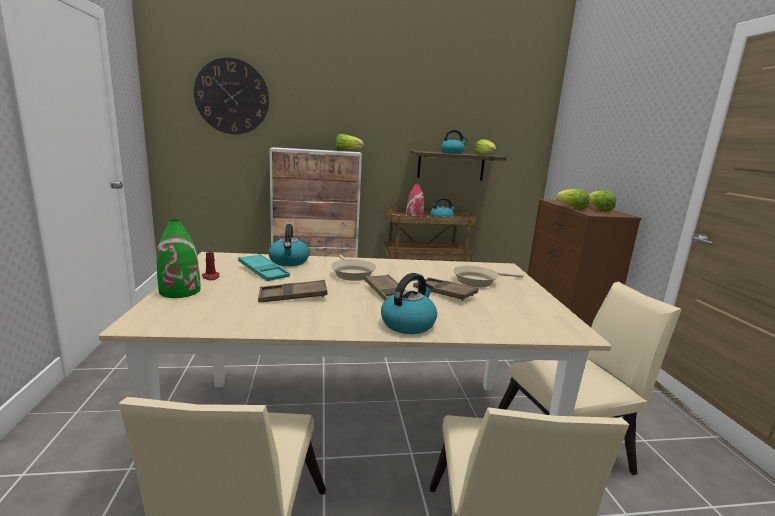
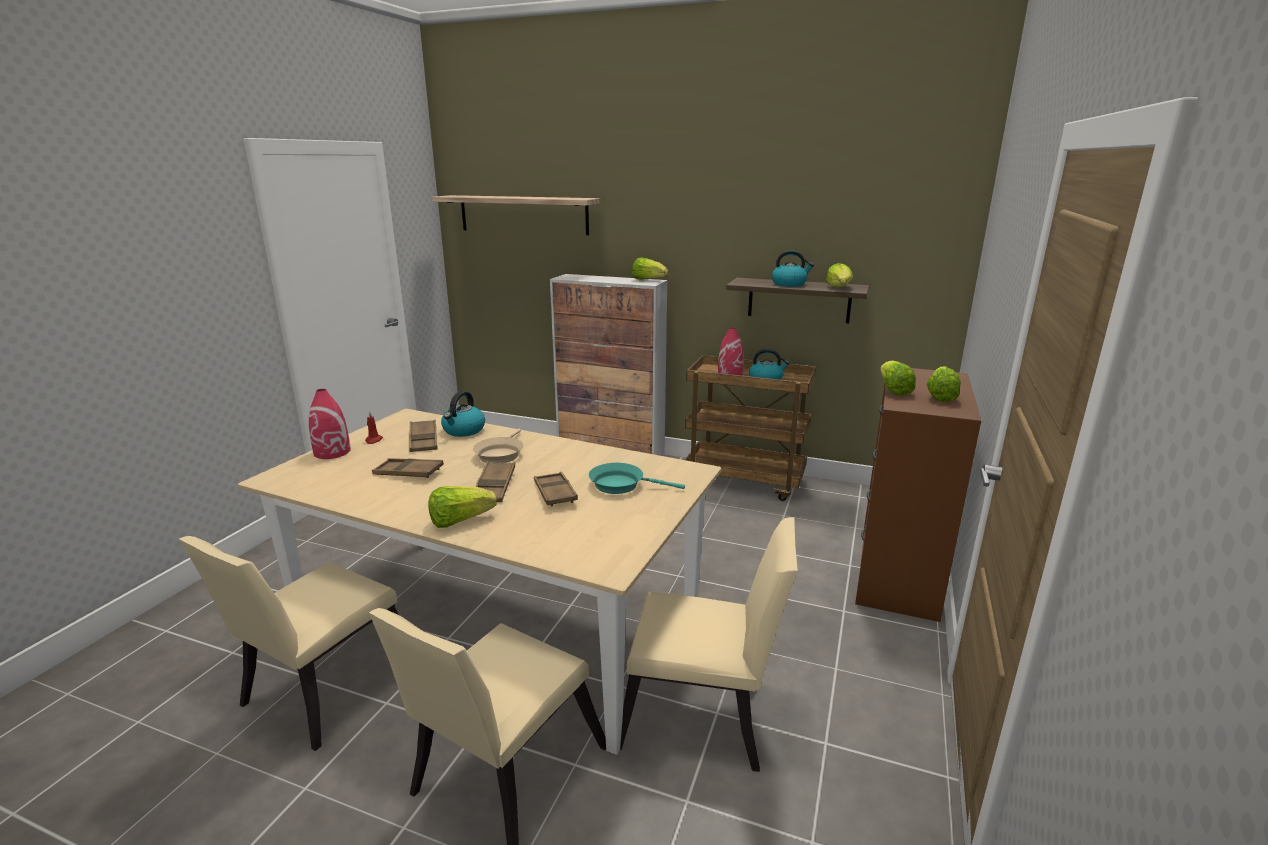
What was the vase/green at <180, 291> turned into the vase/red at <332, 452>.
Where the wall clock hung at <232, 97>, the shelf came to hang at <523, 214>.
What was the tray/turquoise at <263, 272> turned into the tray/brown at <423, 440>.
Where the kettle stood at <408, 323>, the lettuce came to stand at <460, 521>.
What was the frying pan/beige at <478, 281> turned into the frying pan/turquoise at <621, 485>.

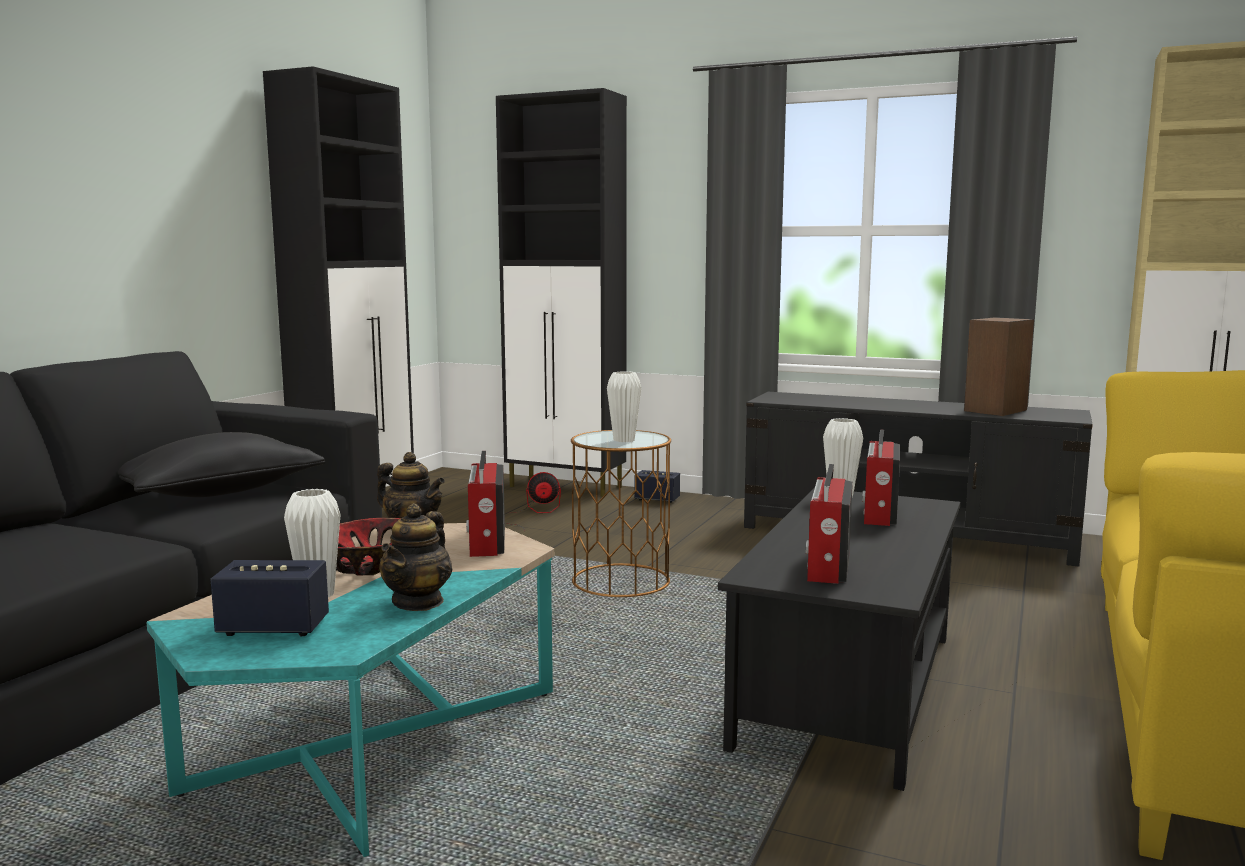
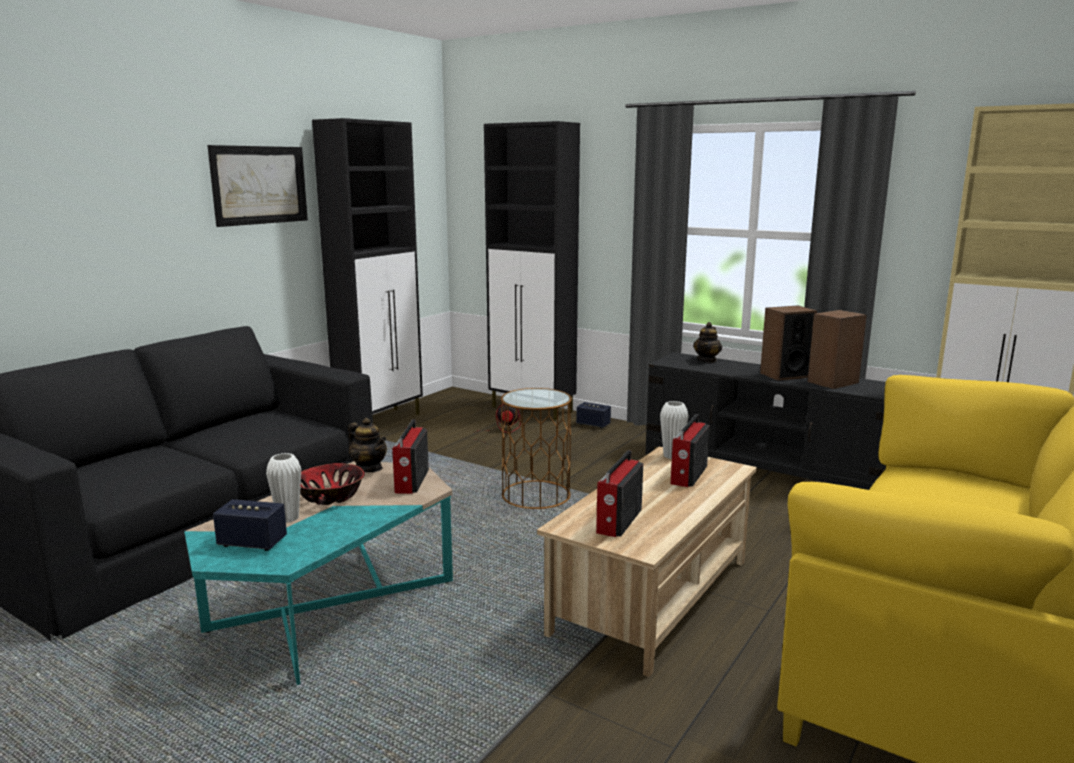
The second view lost the pillow/black at <220, 492>.
The teapot ended up elsewhere, having gone from <418, 602> to <707, 360>.
The second view lost the vase/white at <624, 440>.
What was the coffee table/black at <849, 689> turned into the coffee table/beige at <653, 596>.
The second view gained the picture at <259, 185>.
The second view gained the speaker at <784, 375>.

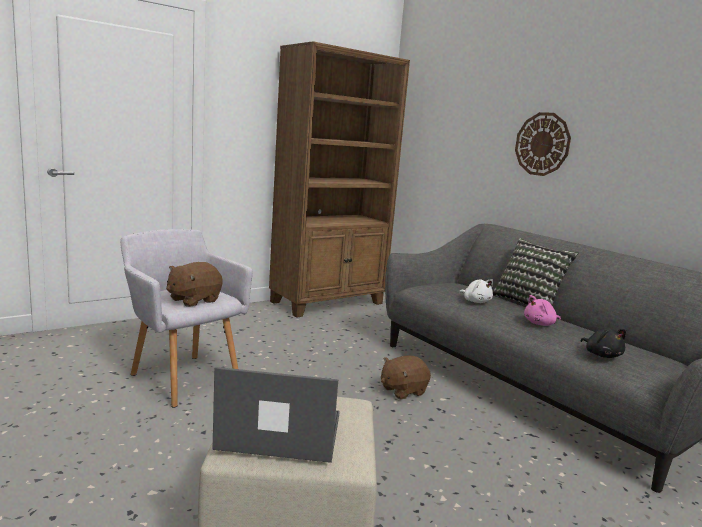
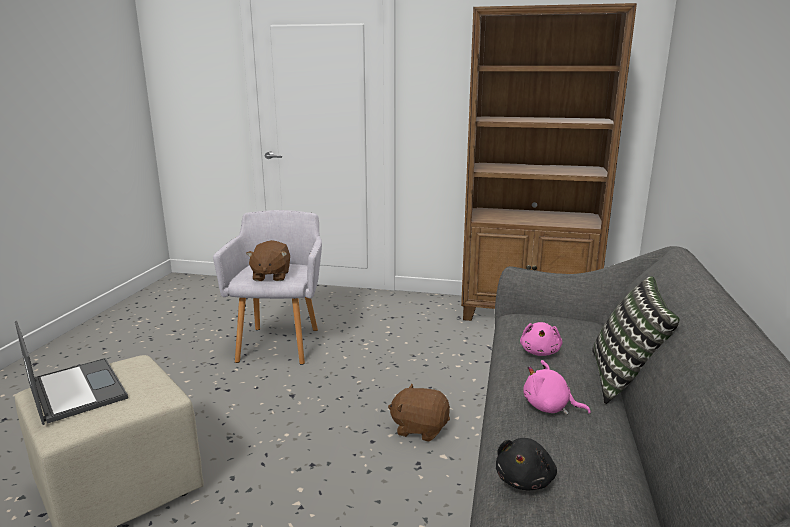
The plush toy/brown at <193, 300> ended up facing another way, 90 degrees counterclockwise from before.
What was the plush toy/white at <476, 301> turned into the plush toy/pink at <540, 352>.
The second view lost the wall clock at <542, 144>.

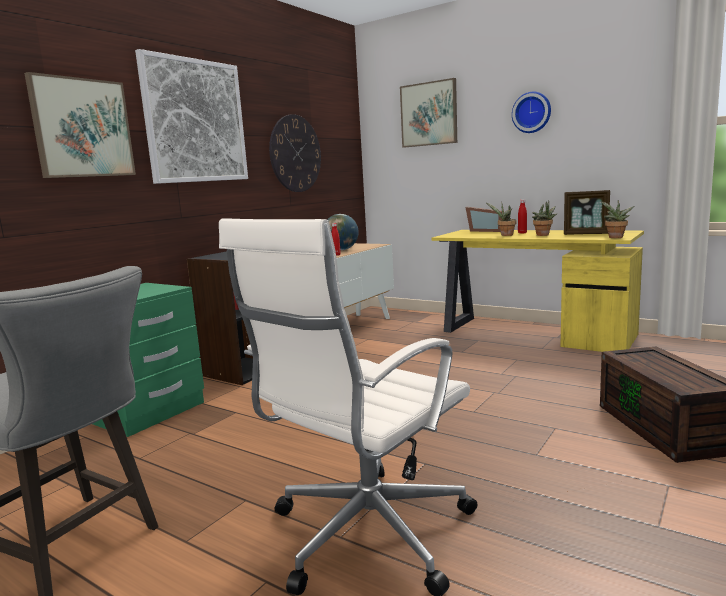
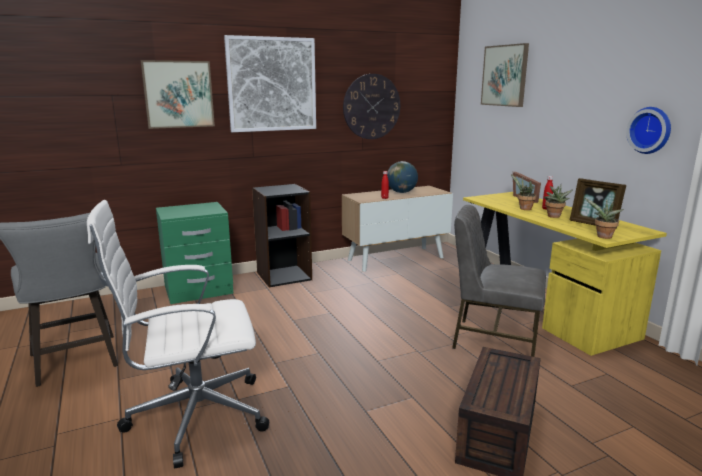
The wall clock ended up elsewhere, having gone from <532, 112> to <651, 130>.
The second view gained the chair/grey at <493, 339>.

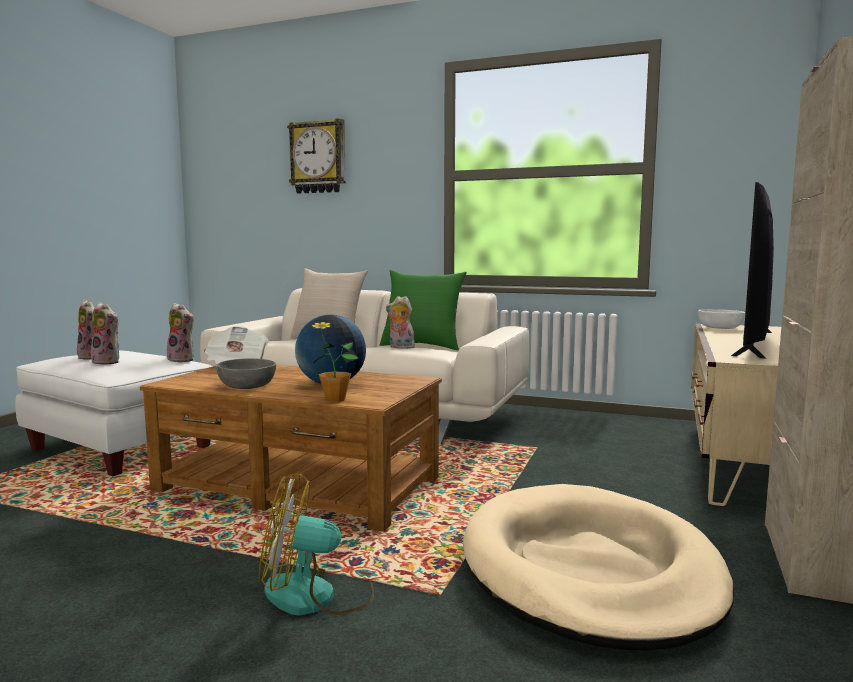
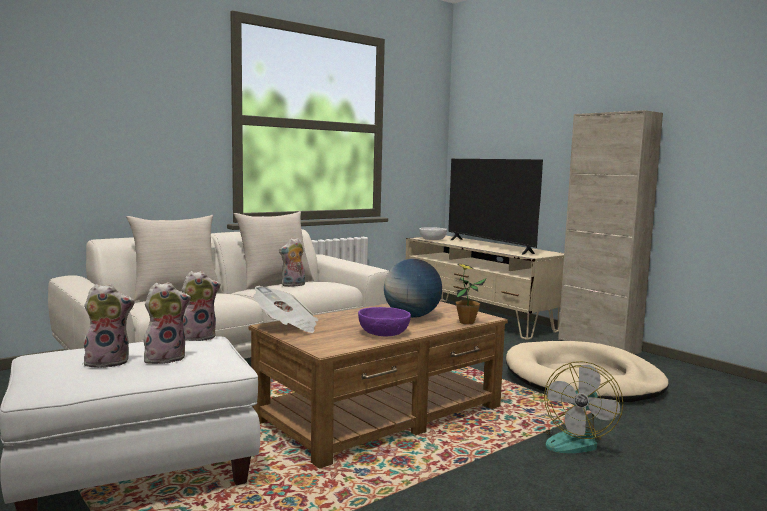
What was the bowl/grey at <247, 386> turned into the bowl/purple at <383, 333>.
The second view lost the wall clock at <318, 157>.
What was the pillow/green at <422, 346> turned into the pillow/beige at <275, 282>.

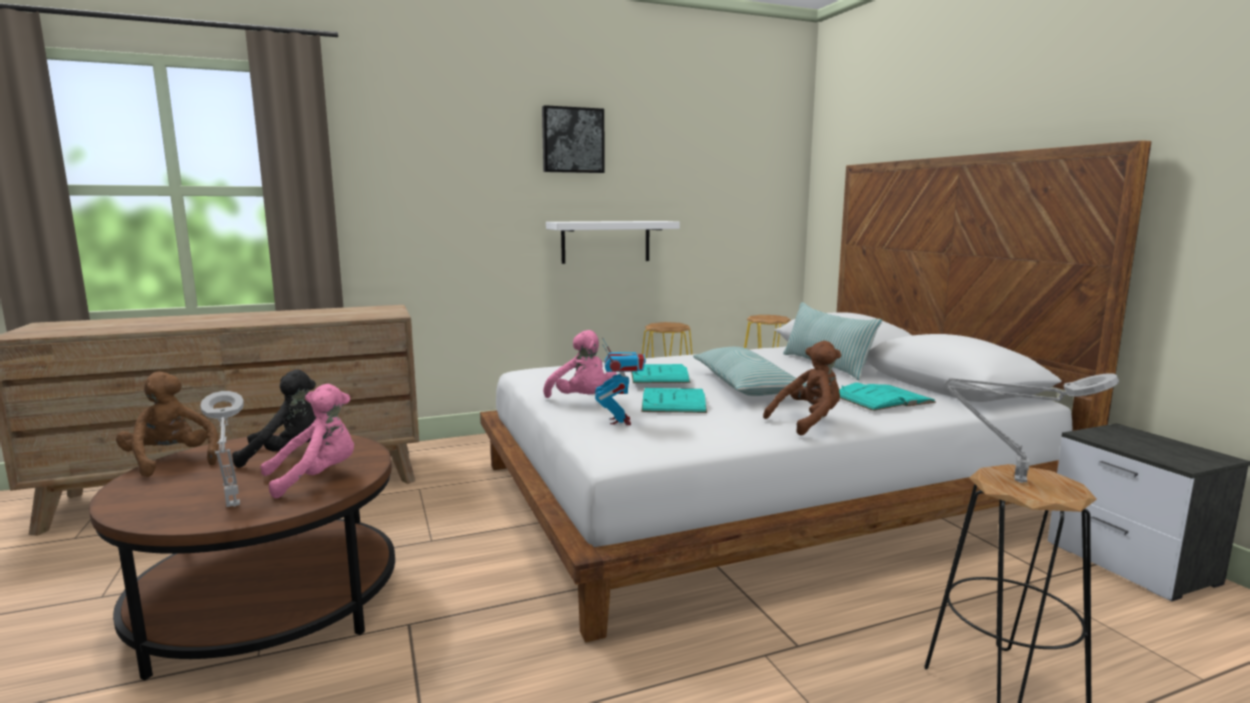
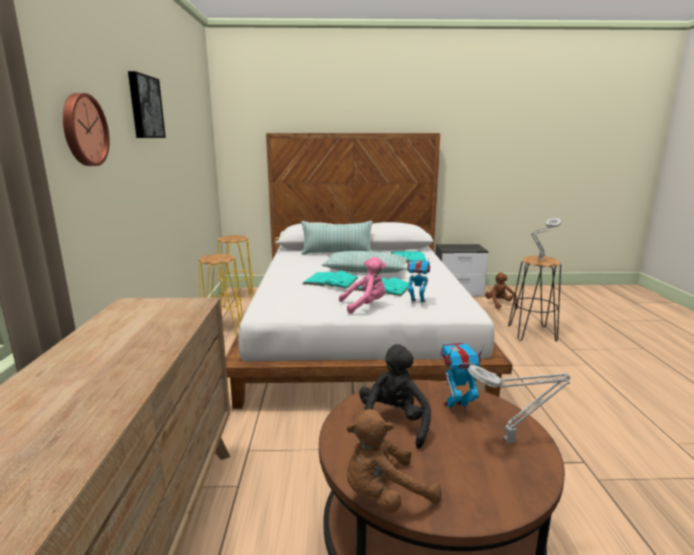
Where the plush toy/pink stood at <316, 478>, the toy robot came to stand at <456, 407>.
The second view lost the shelf/white at <606, 241>.
The plush toy/brown ended up elsewhere, having gone from <808, 422> to <499, 304>.
The second view gained the wall clock at <83, 130>.

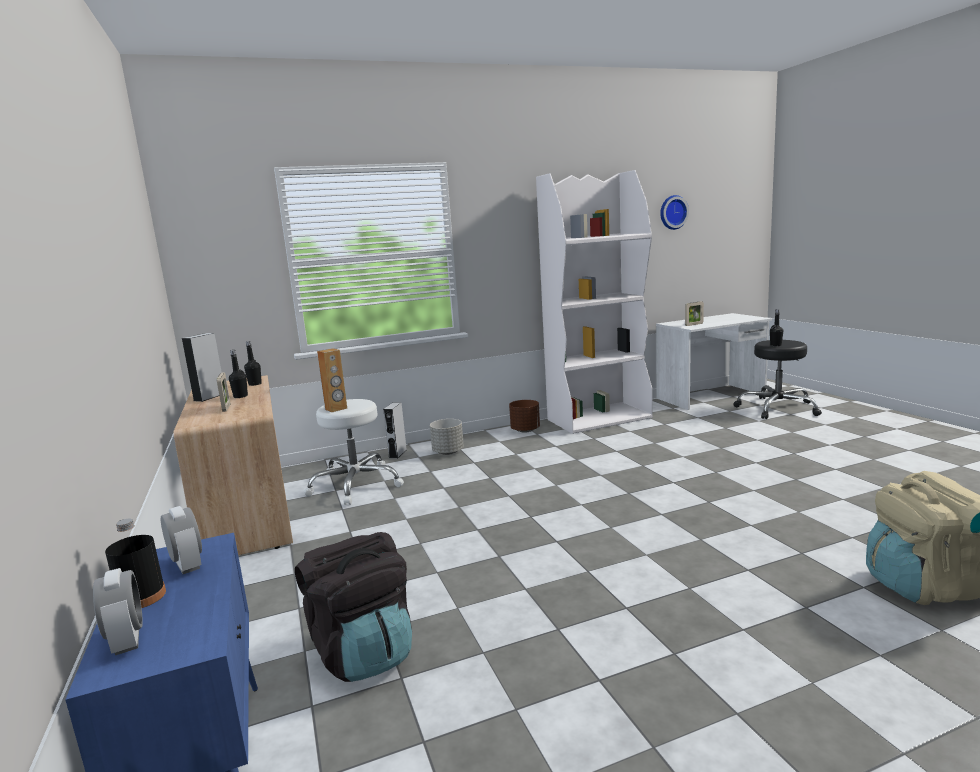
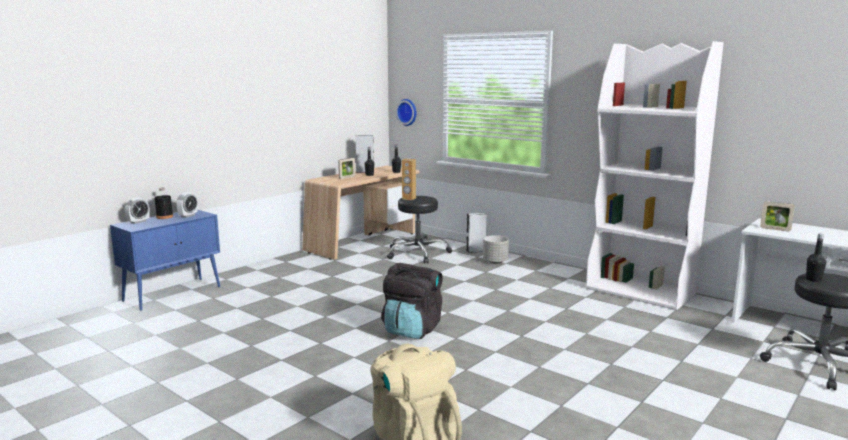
The backpack/black ended up elsewhere, having gone from <363, 652> to <412, 330>.
What was the stool/white at <355, 484> turned into the stool/black at <417, 253>.
The second view lost the planter/brown at <525, 430>.
The wall clock ended up elsewhere, having gone from <672, 212> to <408, 112>.

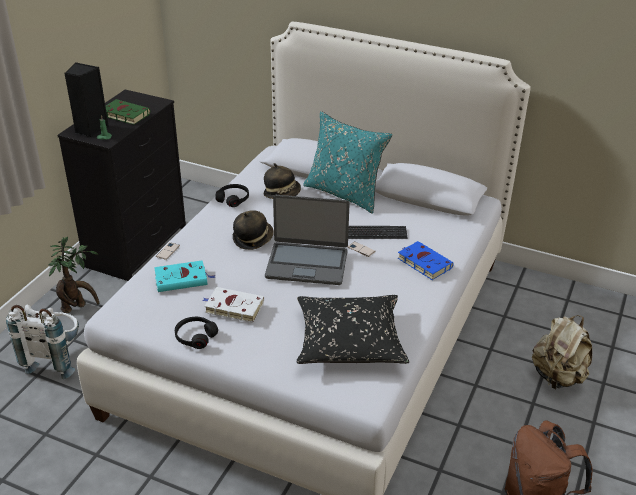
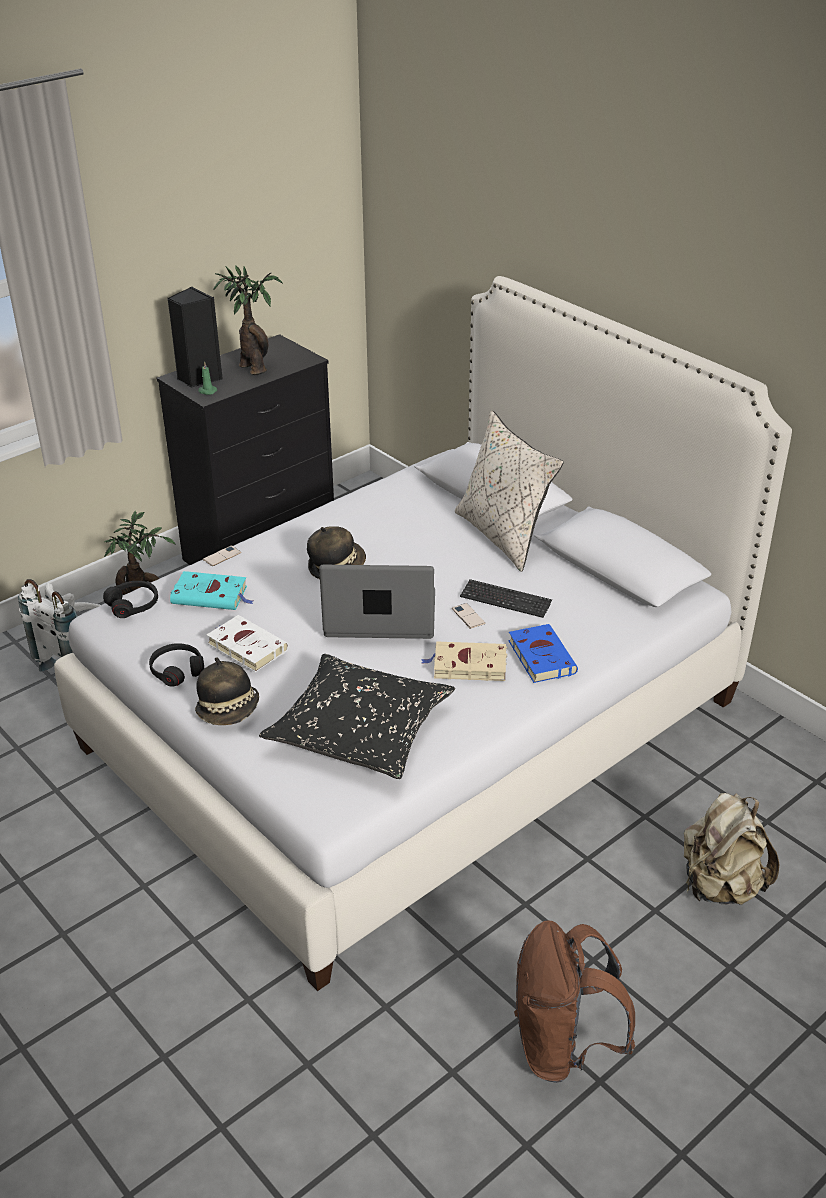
Where the book/green stood at <124, 114>, the potted plant came to stand at <252, 367>.
The headphones/black ended up elsewhere, having gone from <233, 199> to <133, 605>.
The hat ended up elsewhere, having gone from <282, 194> to <229, 710>.
The laptop at <307, 264> ended up facing another way, 150 degrees clockwise from before.
What was the pillow/turquoise at <345, 193> turned into the pillow/beige at <504, 536>.
The second view gained the book/beige at <467, 665>.

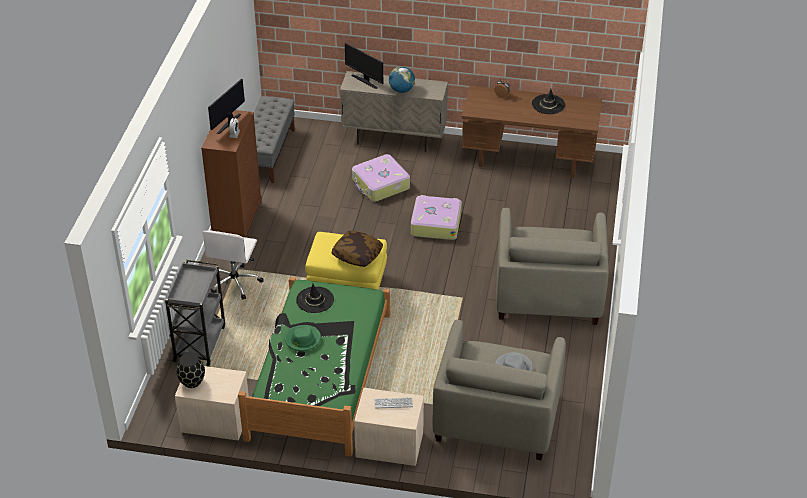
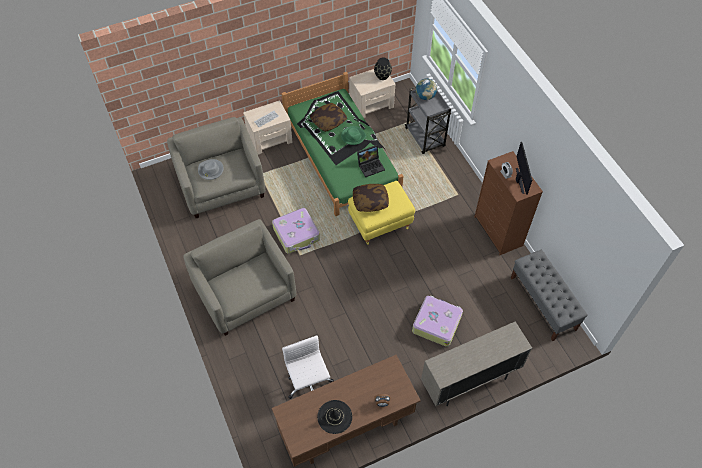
The office chair/white ended up elsewhere, having gone from <235, 282> to <309, 384>.
Where the hat/black stood at <315, 300>, the laptop came to stand at <371, 165>.
The second view lost the monitor at <365, 81>.
The globe ended up elsewhere, having gone from <401, 90> to <425, 96>.
The suitcase ended up elsewhere, having gone from <435, 223> to <297, 234>.
The second view gained the pillow at <328, 121>.

